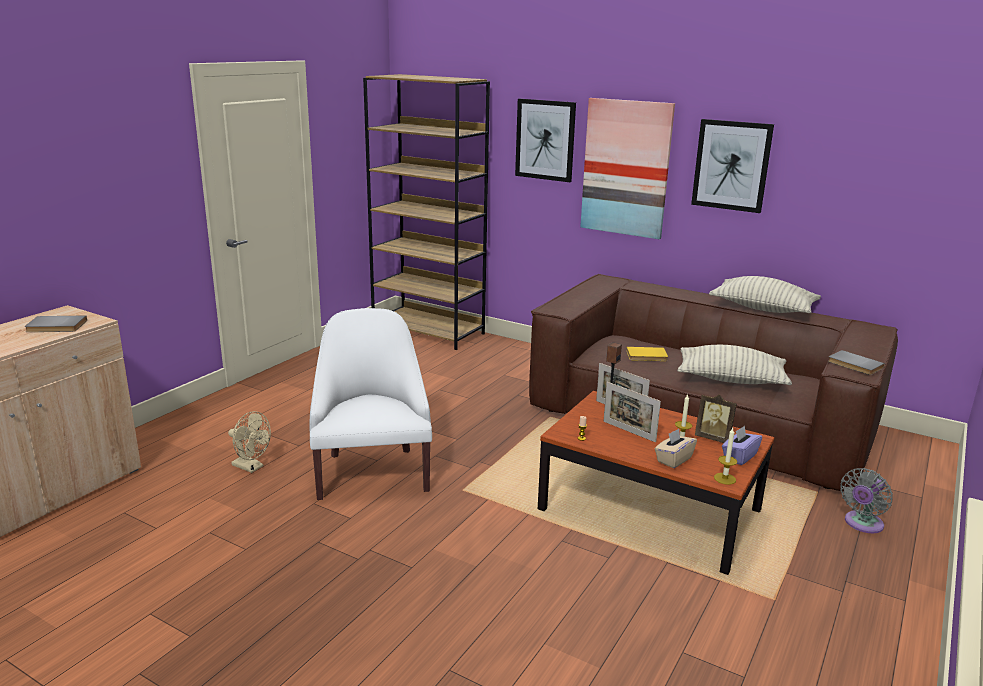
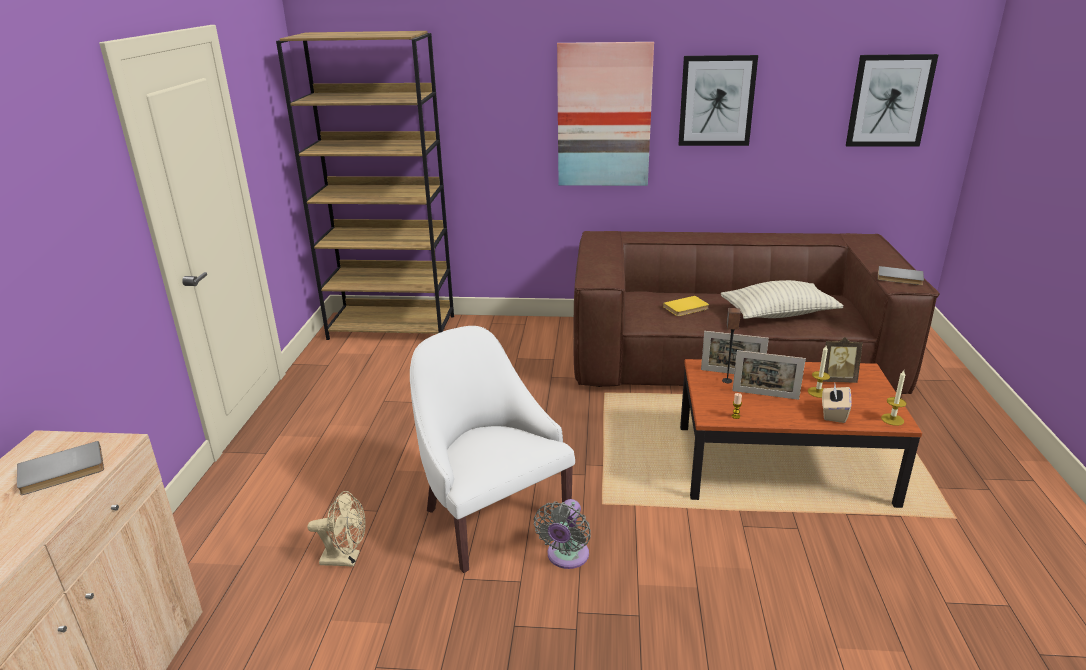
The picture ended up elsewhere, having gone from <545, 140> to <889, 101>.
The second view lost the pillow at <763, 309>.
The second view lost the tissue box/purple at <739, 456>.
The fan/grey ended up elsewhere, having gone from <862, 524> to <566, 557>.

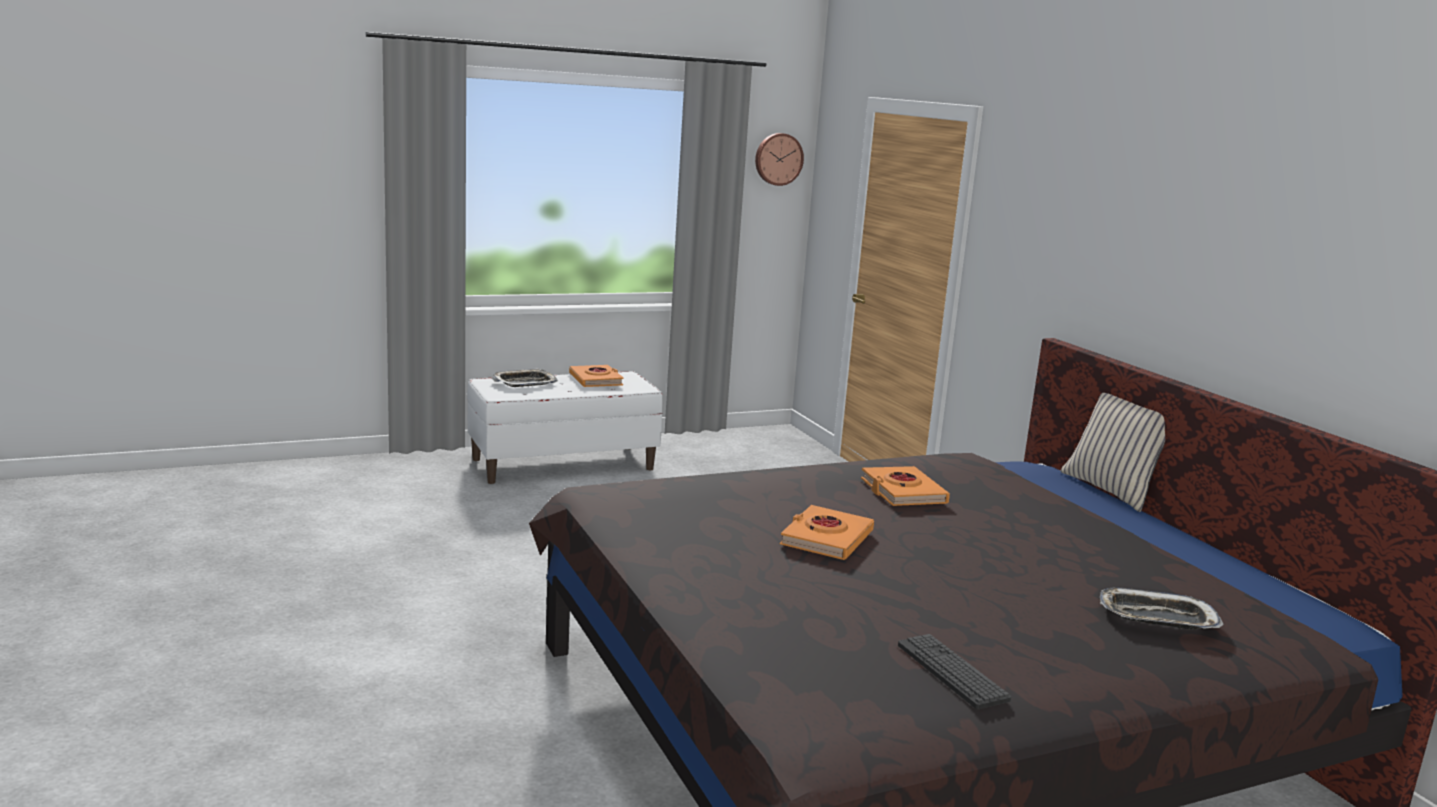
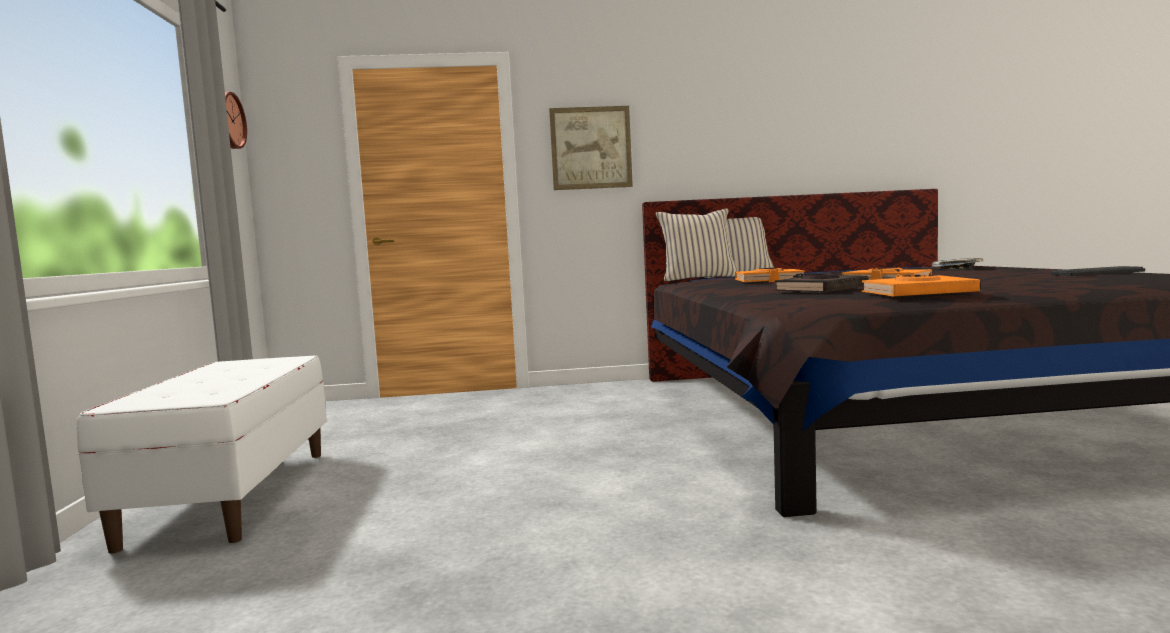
The second view lost the tray at <524, 383>.
The book/orange ended up elsewhere, having gone from <596, 380> to <917, 294>.
The second view gained the picture at <591, 148>.
The second view gained the pillow/beige at <698, 279>.
The second view gained the book/black at <820, 290>.

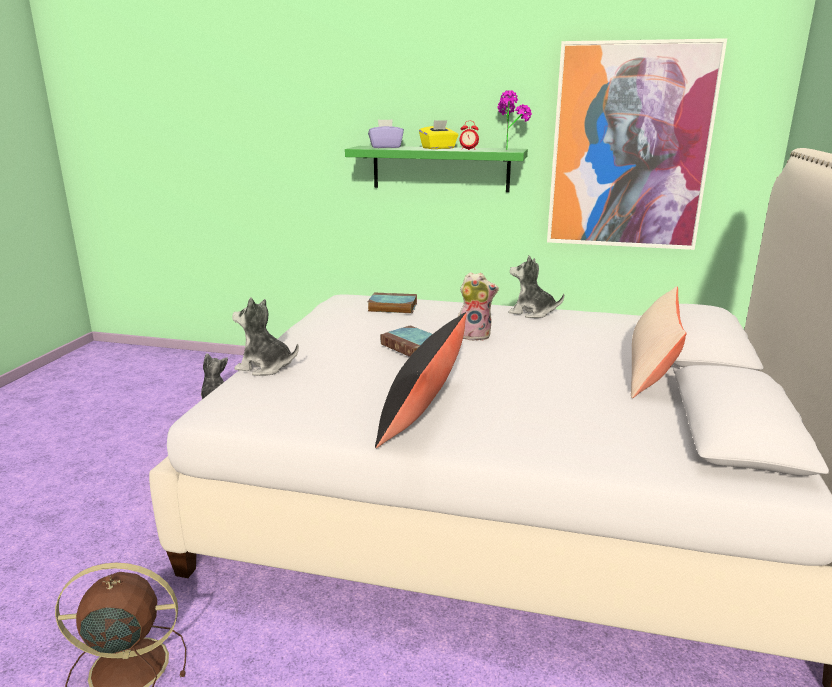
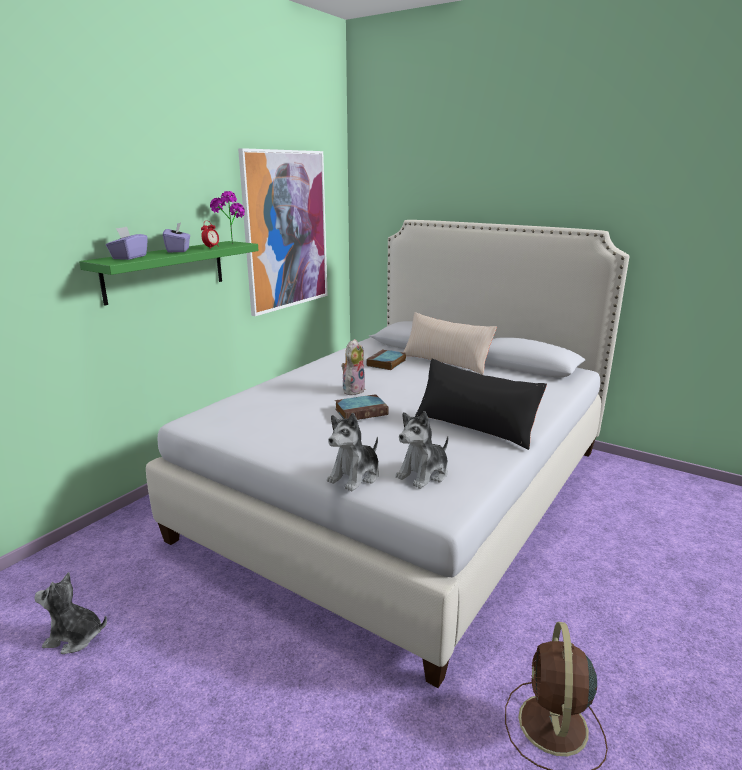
The book ended up elsewhere, having gone from <391, 307> to <386, 363>.
What was the tissue box/yellow at <438, 148> turned into the tissue box/purple at <178, 250>.
The plush toy ended up elsewhere, having gone from <532, 313> to <424, 474>.

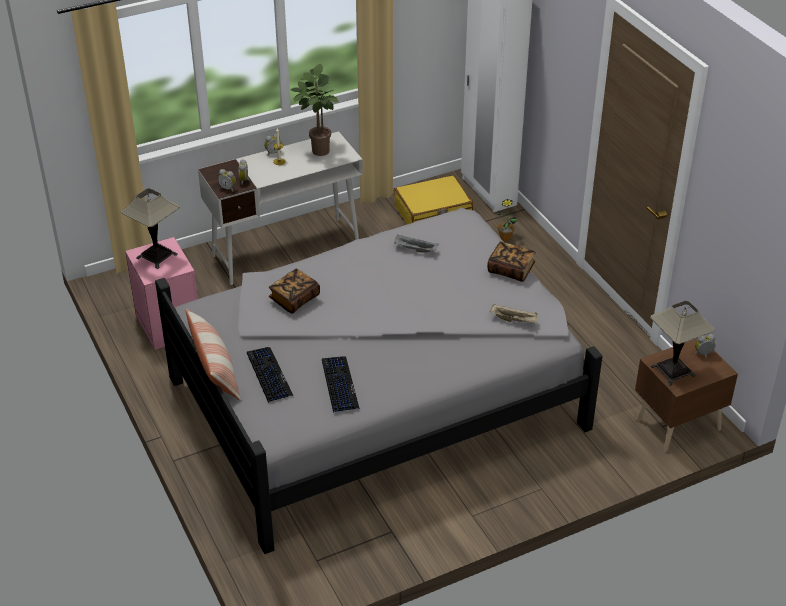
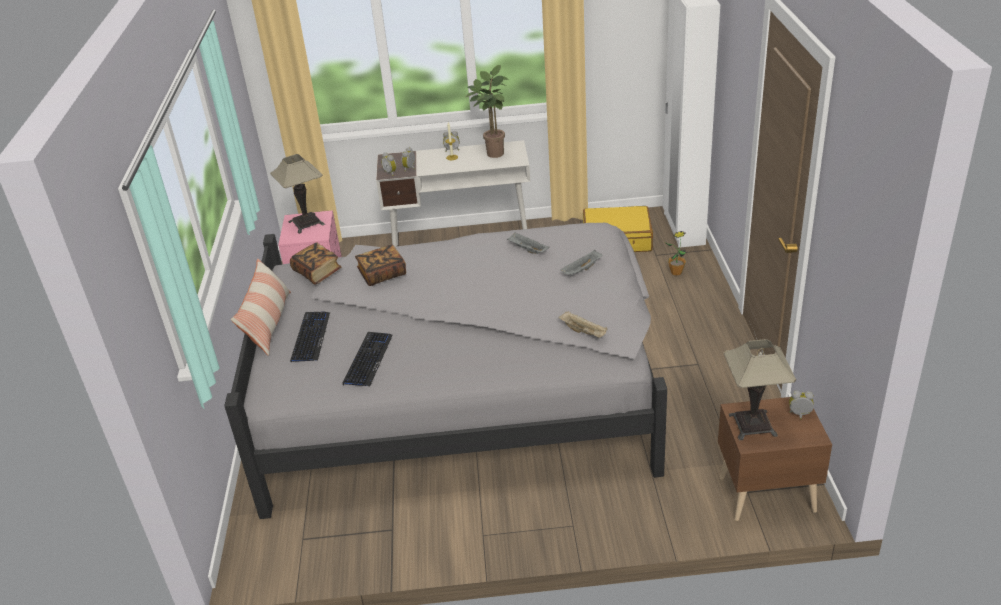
The book ended up elsewhere, having gone from <511, 270> to <317, 272>.
The second view gained the tray/grey at <582, 270>.

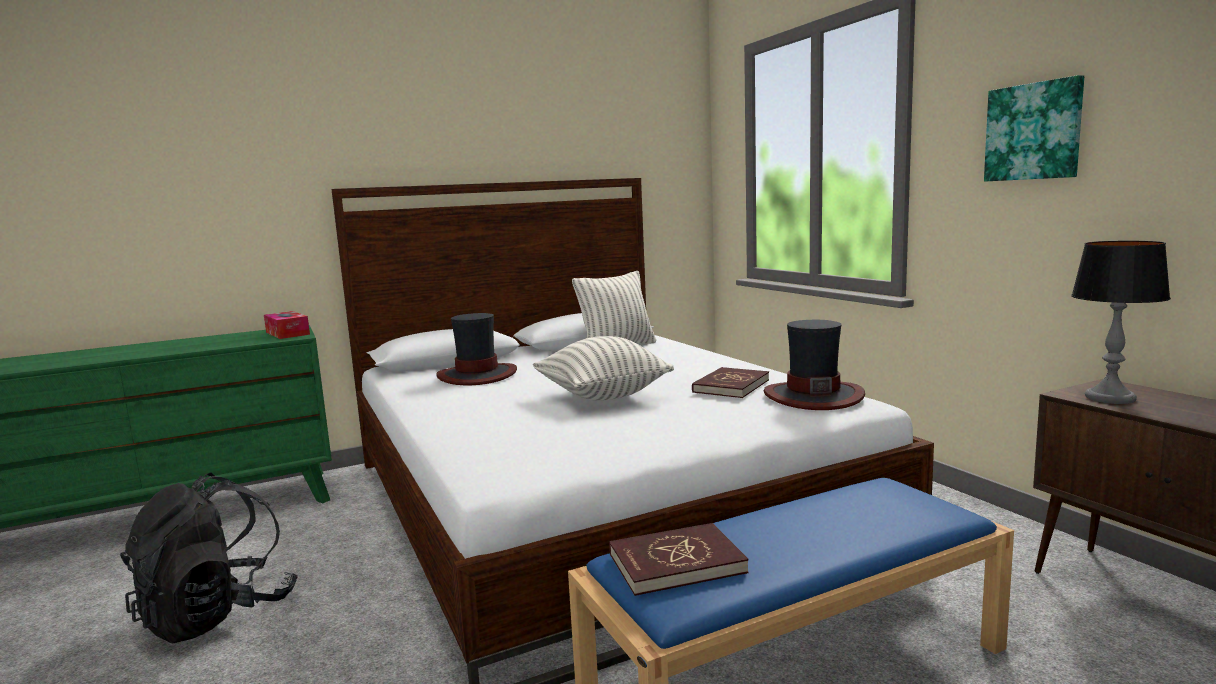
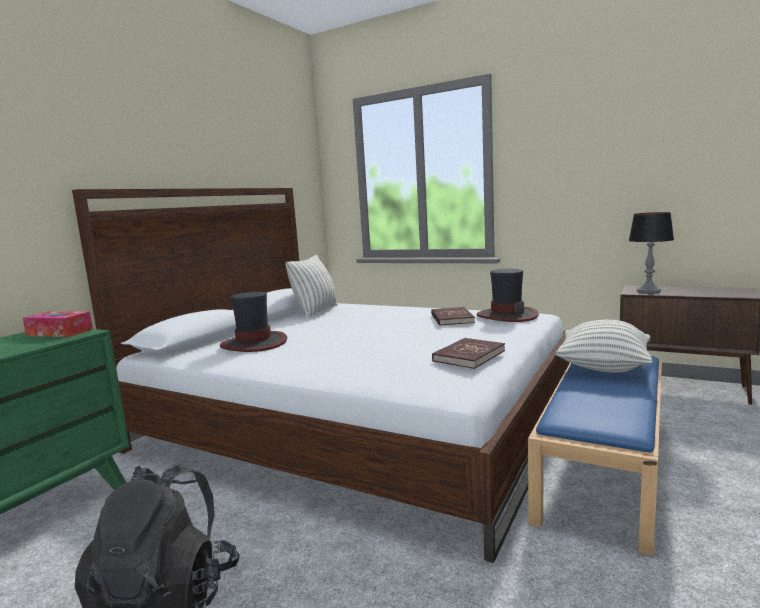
The pillow ended up elsewhere, having gone from <603, 395> to <603, 368>.
The book/red ended up elsewhere, having gone from <676, 563> to <468, 356>.
The second view lost the picture at <1034, 132>.

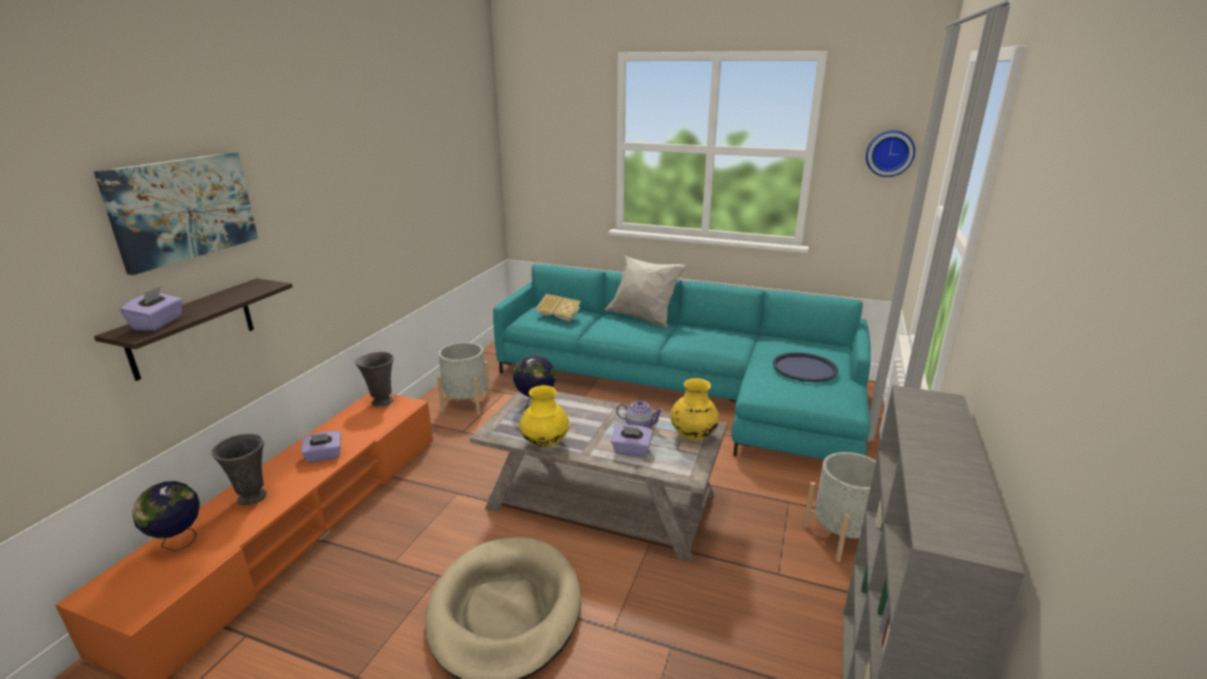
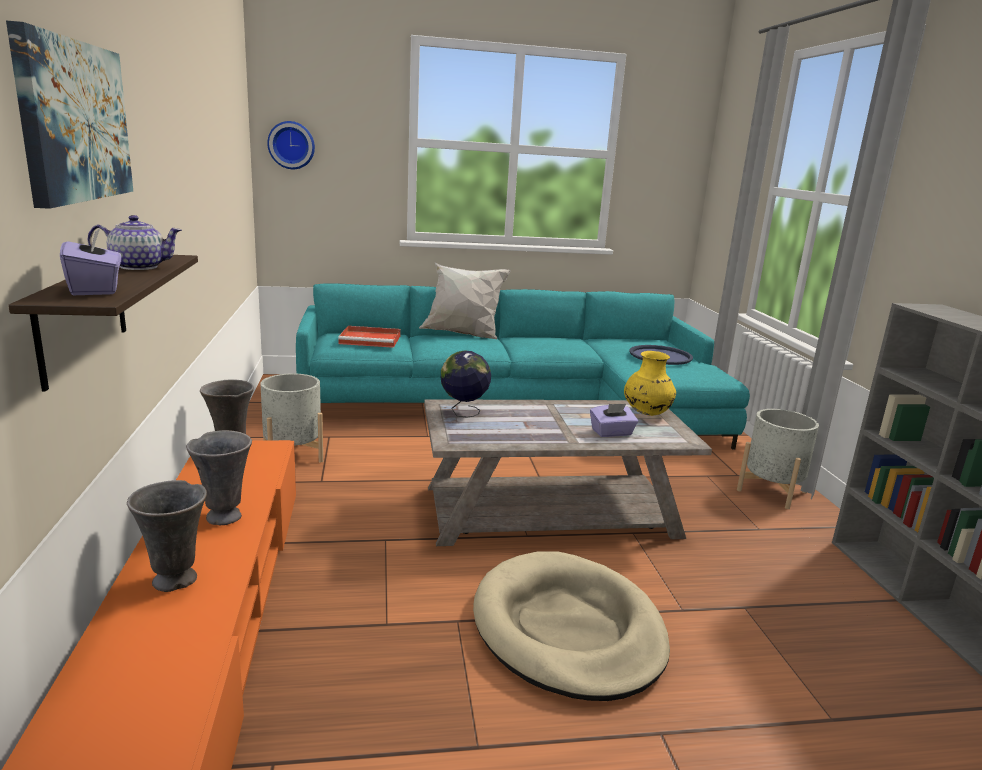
The second view lost the globe at <178, 542>.
Where the tissue box/purple stood at <324, 456>, the vase/grey came to stand at <225, 516>.
The second view lost the vase/yellow at <545, 443>.
Where the book stood at <559, 316>, the tray/red came to stand at <371, 339>.
The teapot ended up elsewhere, having gone from <639, 425> to <138, 267>.
The wall clock ended up elsewhere, having gone from <889, 153> to <291, 145>.

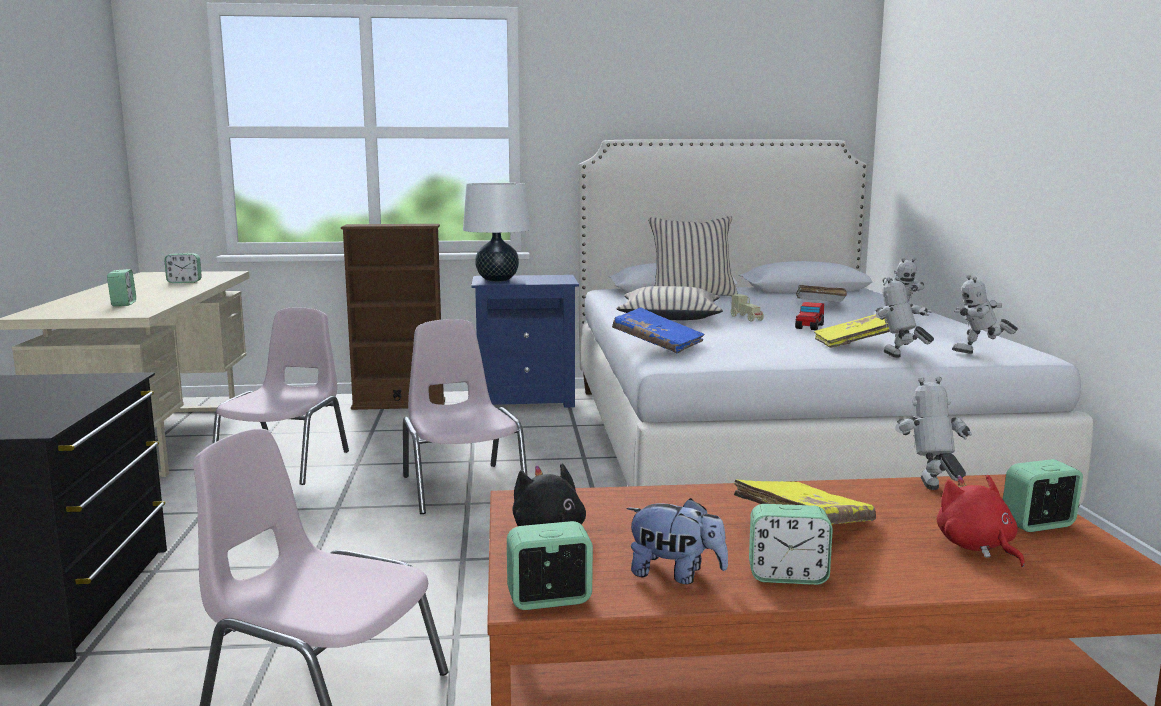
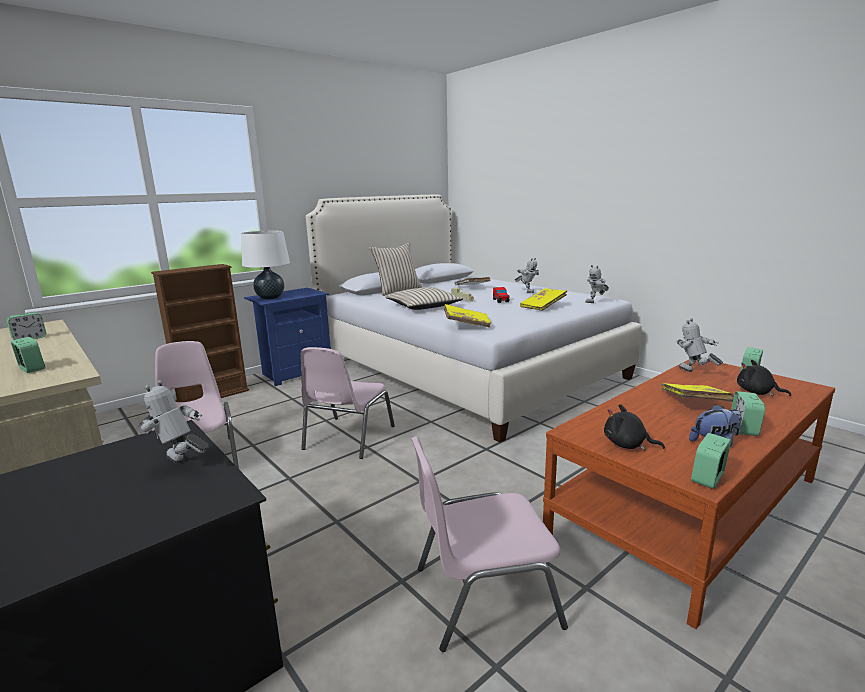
The chair/pink at <462, 487> ended up facing another way, 105 degrees counterclockwise from before.
What was the book/blue at <657, 344> turned into the book/yellow at <467, 324>.
The alarm clock at <787, 576> ended up facing another way, 135 degrees clockwise from before.
The toy robot ended up elsewhere, having gone from <899, 359> to <181, 466>.
What was the plush toy/red at <977, 547> turned into the plush toy/black at <757, 392>.

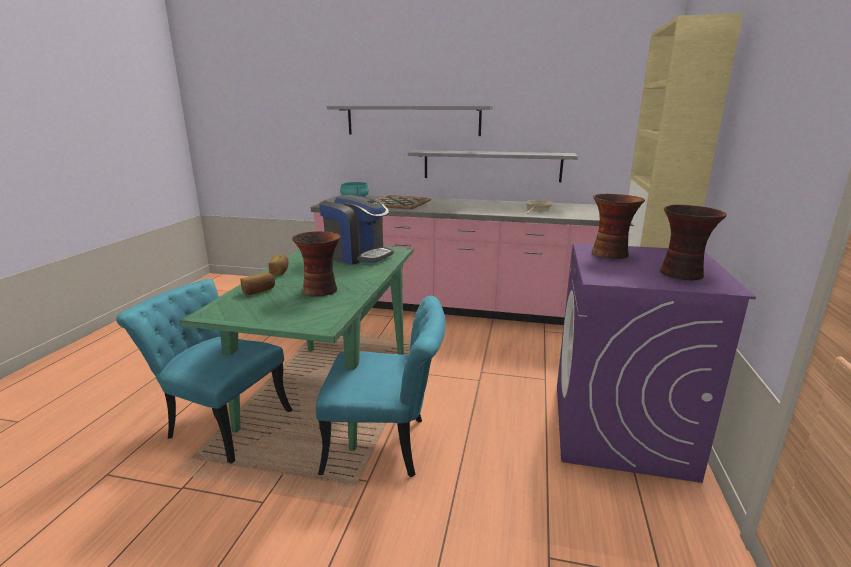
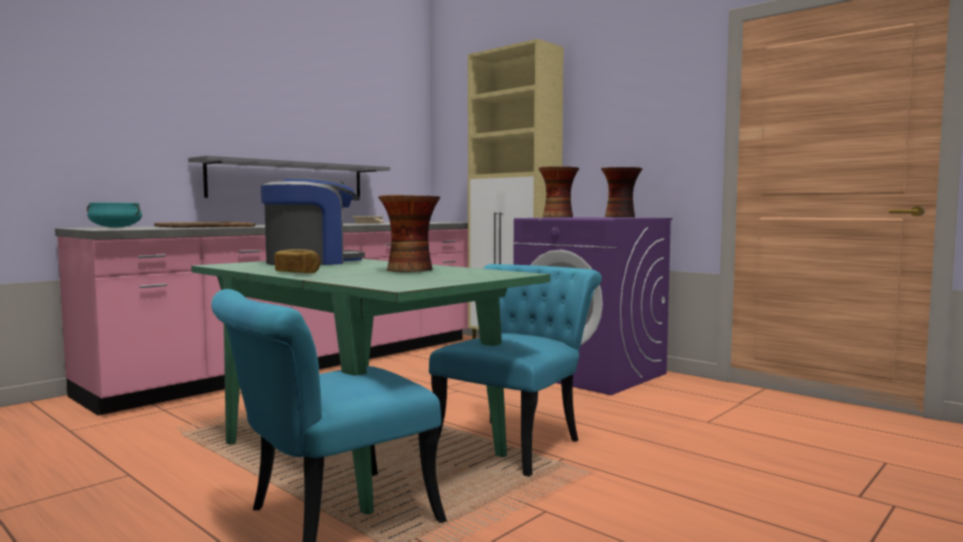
The second view lost the bread at <259, 291>.
The second view lost the shelf/grey at <413, 120>.

